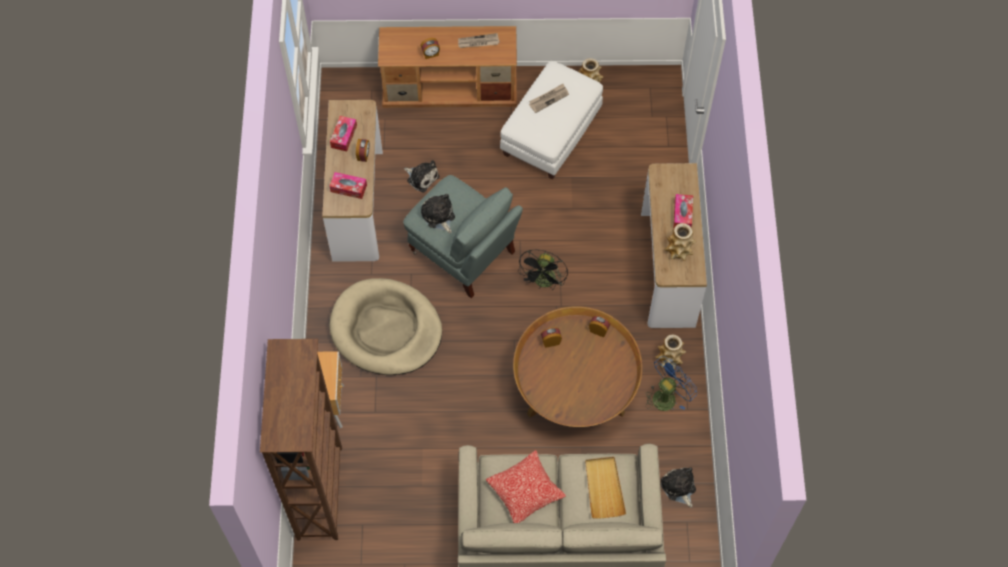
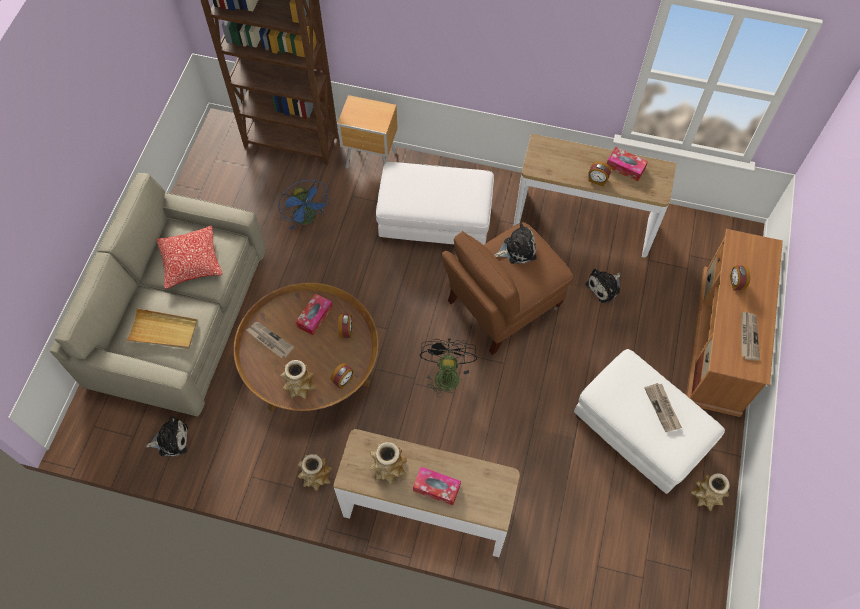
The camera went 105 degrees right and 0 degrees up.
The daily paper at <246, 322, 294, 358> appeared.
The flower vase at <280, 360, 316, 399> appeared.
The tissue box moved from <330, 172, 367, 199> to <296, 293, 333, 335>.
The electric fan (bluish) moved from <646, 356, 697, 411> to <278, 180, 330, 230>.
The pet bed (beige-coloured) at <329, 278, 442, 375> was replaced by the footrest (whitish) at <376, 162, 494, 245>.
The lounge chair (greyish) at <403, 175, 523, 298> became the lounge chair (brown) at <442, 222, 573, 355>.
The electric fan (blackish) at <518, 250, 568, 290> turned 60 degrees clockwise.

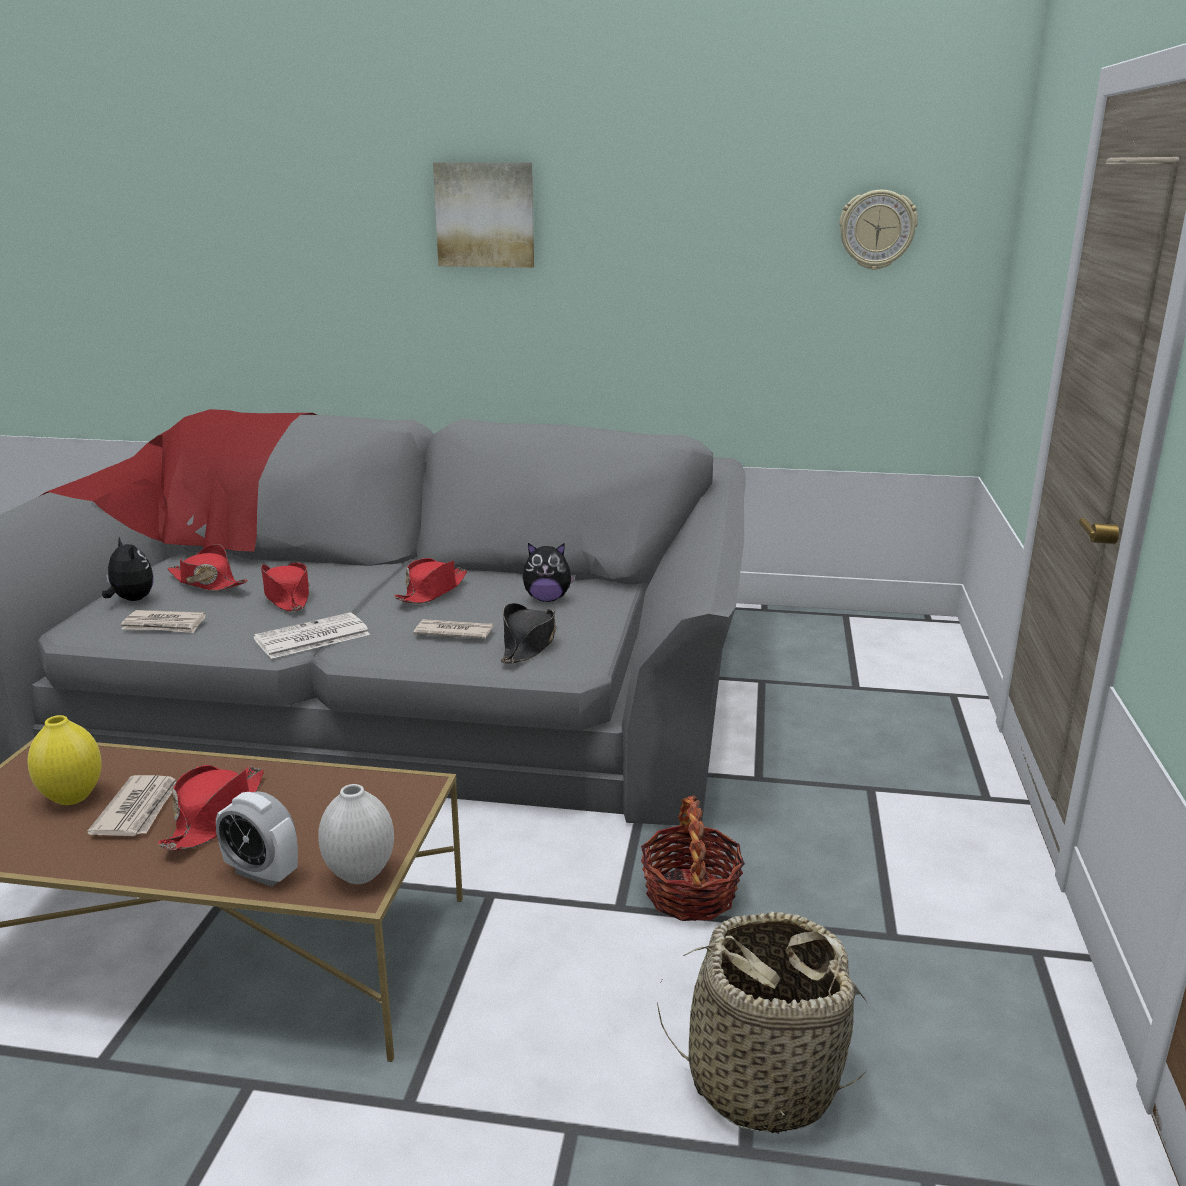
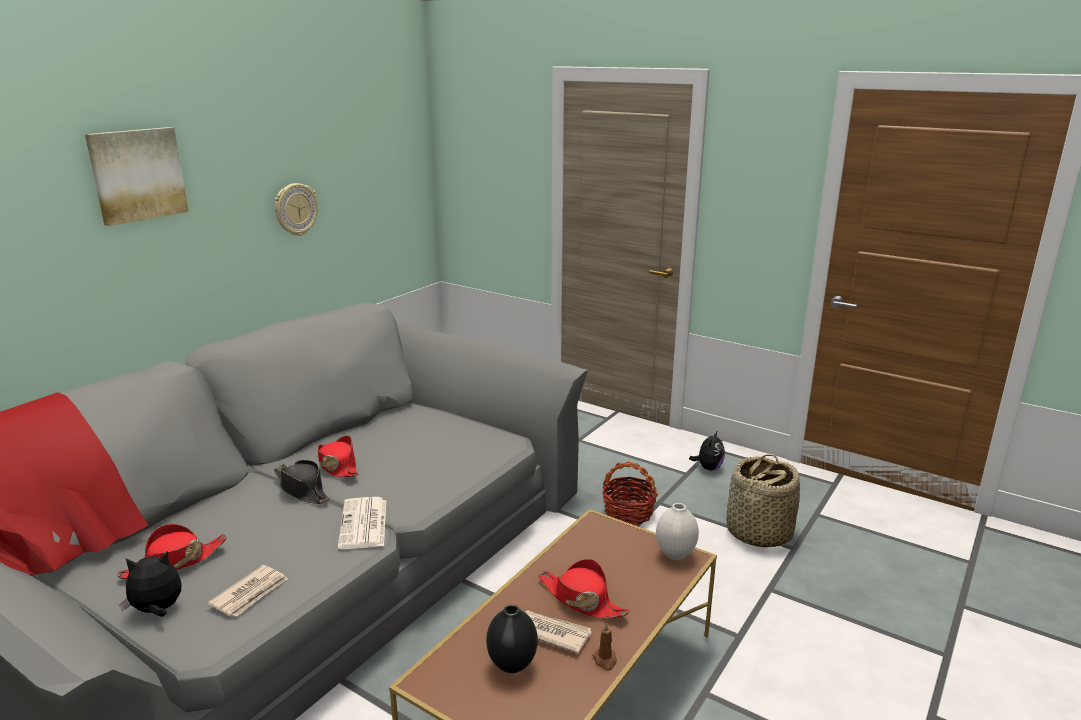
The camera went 65 degrees left and 0 degrees up.
The alarm clock at <216, 791, 298, 887> disappeared.
The wearable hat (reddish) at <261, 562, 309, 611> disappeared.
The daily paper at <413, 619, 494, 639> disappeared.
The candle (brown) at <592, 623, 617, 671> appeared.
The wearable hat (blackish) moved from <501, 603, 556, 664> to <274, 460, 330, 504>.
The soft toy moved from <523, 543, 576, 602> to <689, 430, 725, 471>.
The hanging clock moved from <839, 190, 918, 270> to <275, 183, 318, 236>.
The flower vase (yellowish) at <28, 715, 102, 805> became the flower vase (blackish) at <486, 605, 538, 673>.

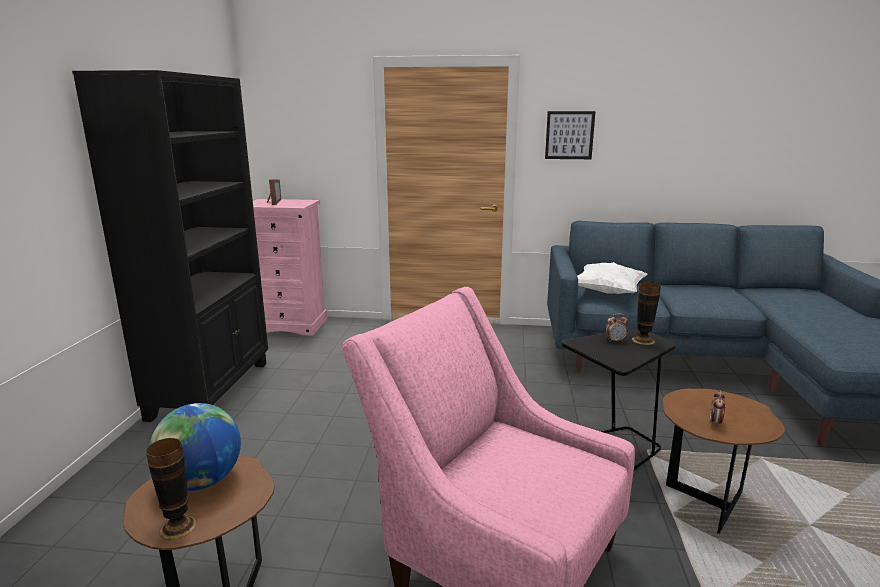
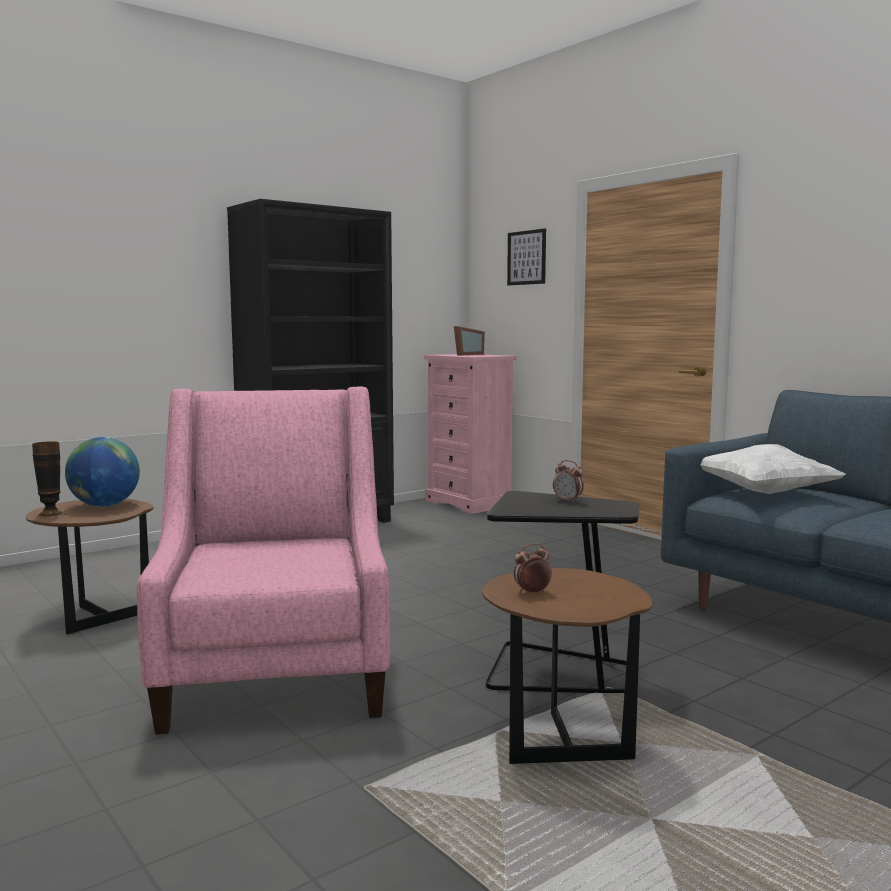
The camera went 45 degrees right and 10 degrees down.
The flower vase at <632, 282, 661, 345> disappeared.
The picture moved from <545, 111, 596, 159> to <507, 228, 546, 285>.

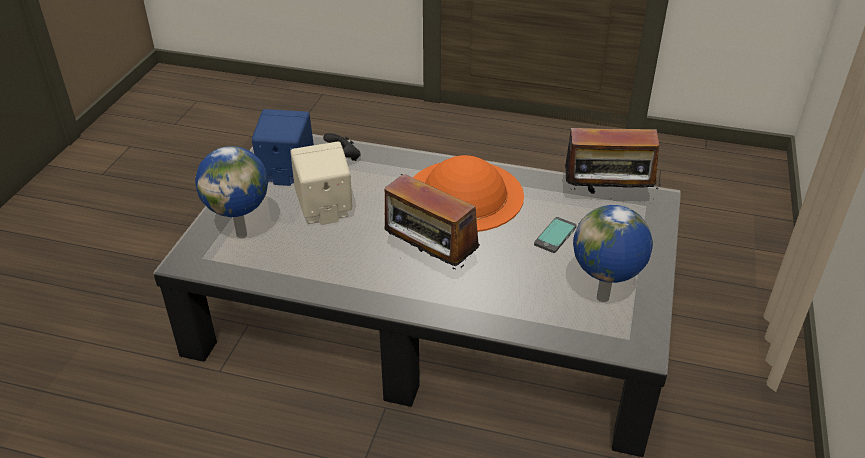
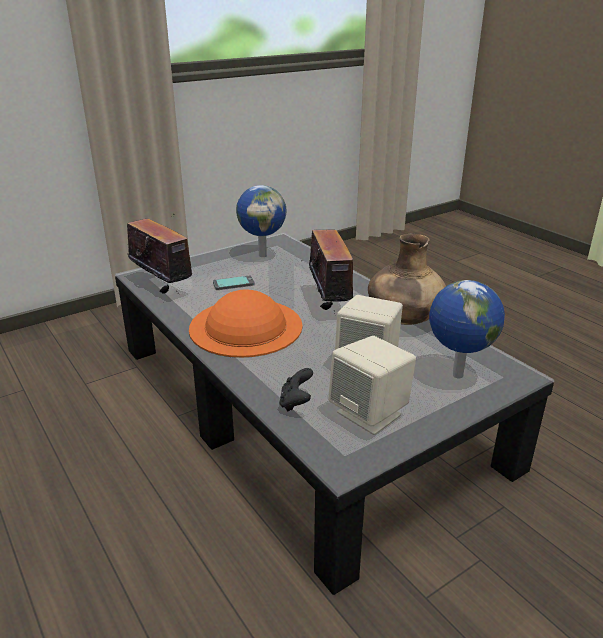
The camera went 140 degrees left and 10 degrees down.
The flower vase (brown) at <368, 234, 446, 325> appeared.
The loudspeaker (bluish) at <252, 109, 314, 186> became the loudspeaker (beige-coloured) at <328, 336, 416, 435>.

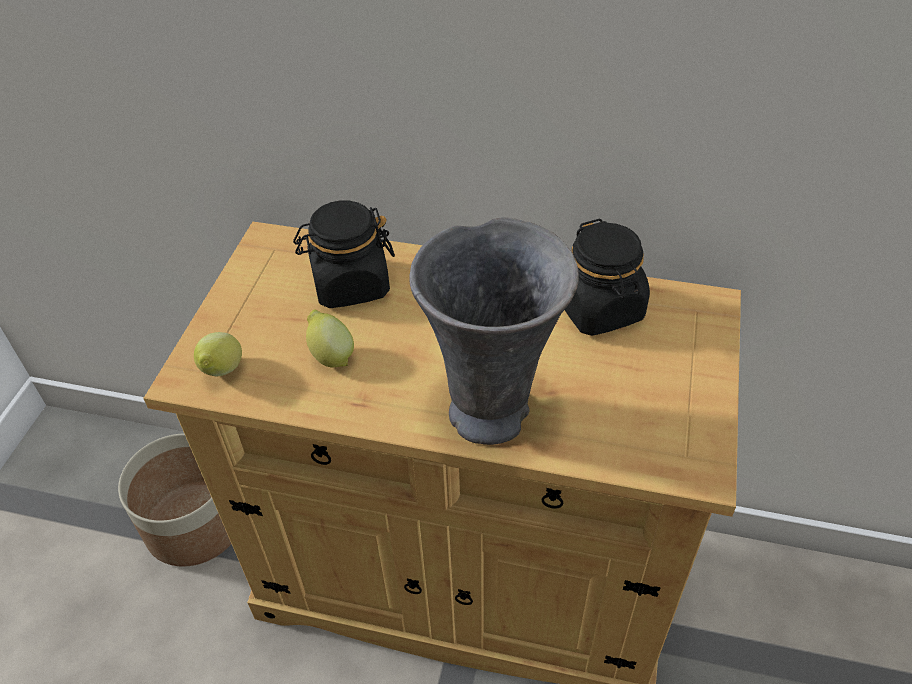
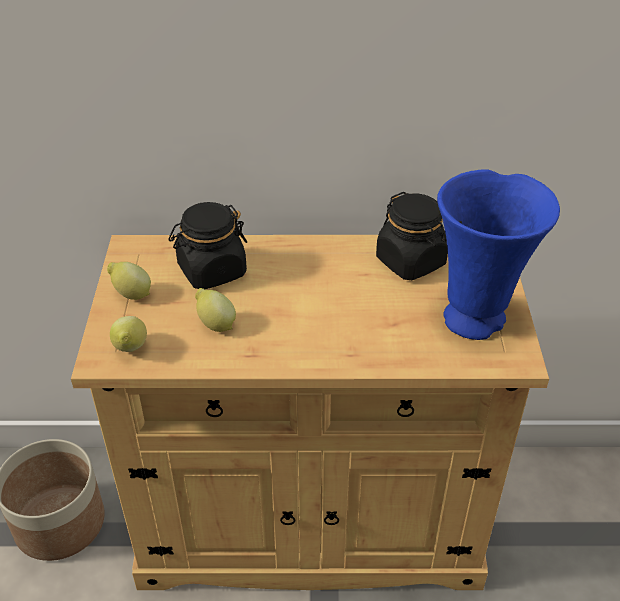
The camera went 15 degrees left and 5 degrees down.
The flower vase (greyish) at <409, 217, 579, 445> disappeared.
The citrus fruit at <107, 262, 151, 300> appeared.
The flower vase (bluish) at <437, 169, 560, 340> appeared.

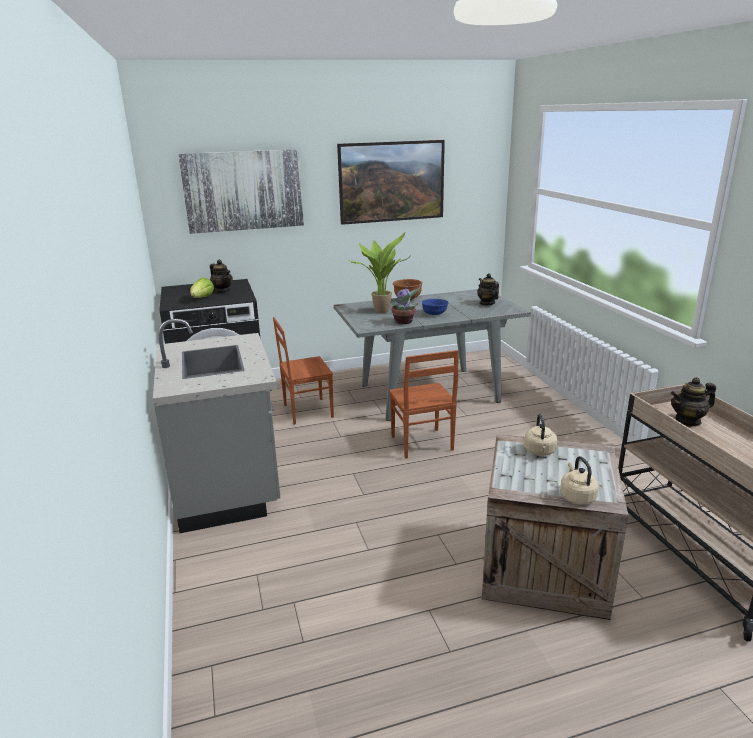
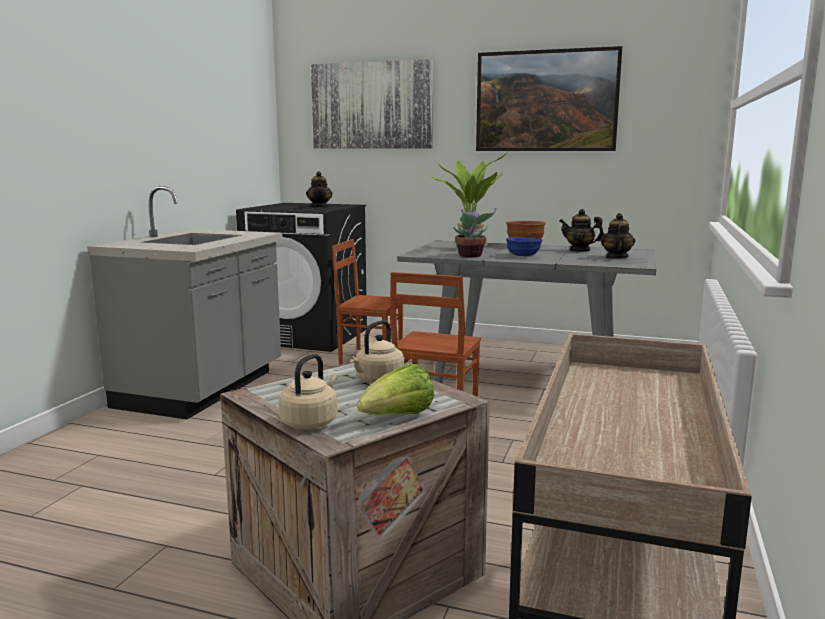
The camera went 35 degrees right and 10 degrees down.
The lettuce head moved from <190, 278, 214, 298> to <357, 364, 434, 415>.
The teapot moved from <670, 377, 716, 427> to <559, 209, 604, 252>.

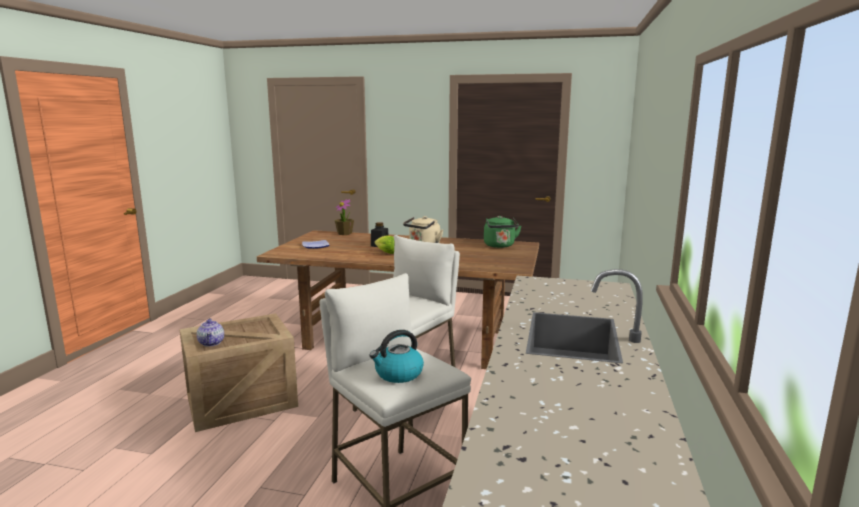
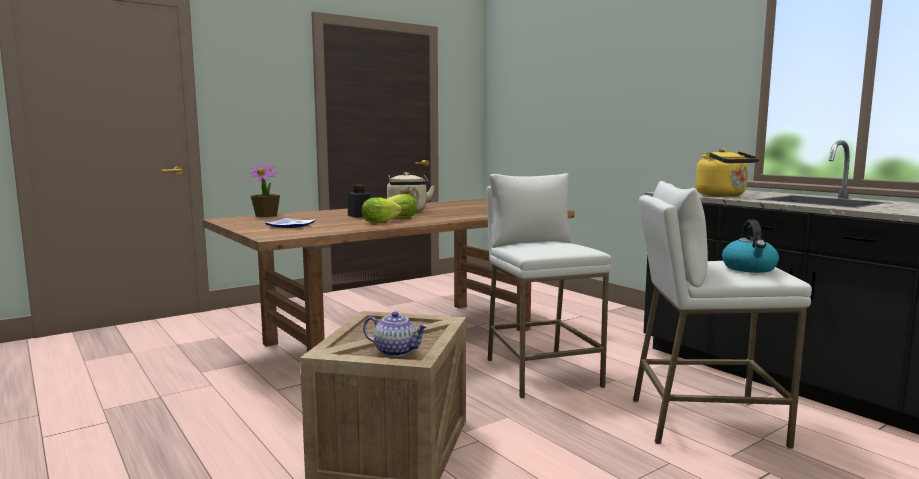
The camera went 50 degrees left and 5 degrees down.
The tea kettle (greenish) at <484, 216, 521, 248> disappeared.
The lettuce head at <362, 197, 402, 223> appeared.
The tea kettle (yellowish) at <695, 148, 759, 197> appeared.

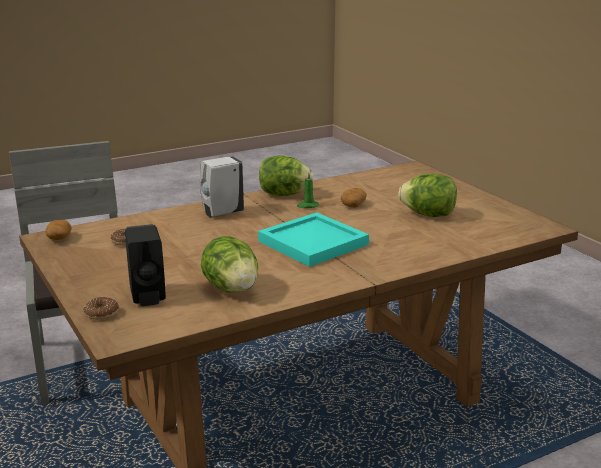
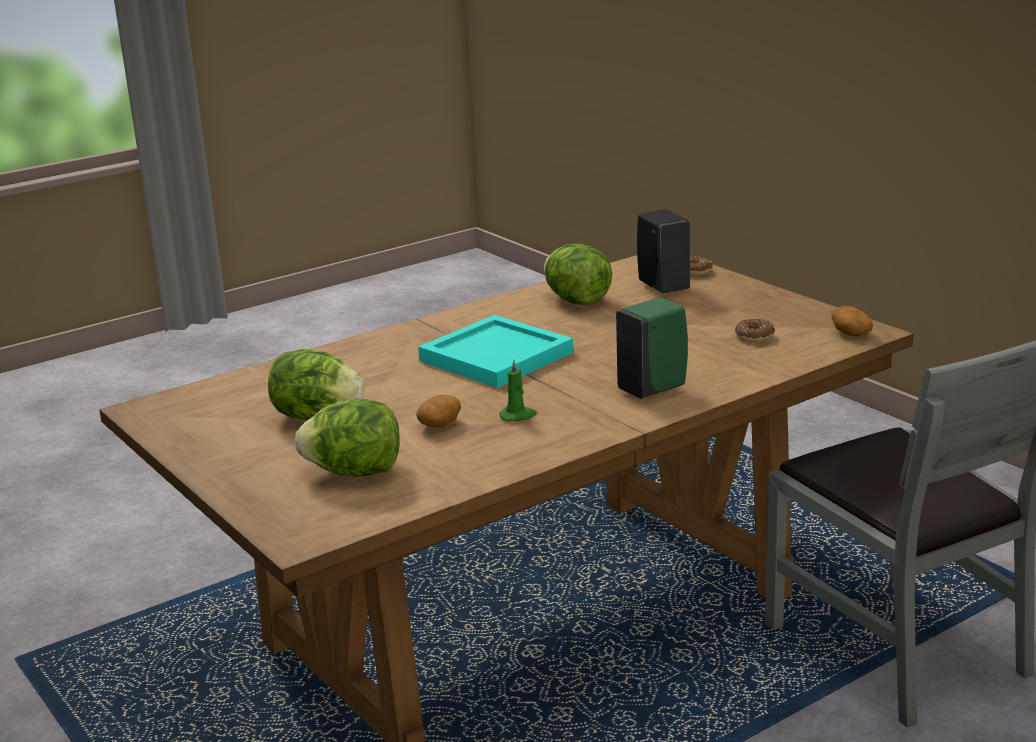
The camera went 175 degrees right and 0 degrees up.
The lettuce head moved from <259, 156, 314, 196> to <295, 399, 400, 477>.
The soap bottle (whitish) at <200, 156, 244, 218> became the soap bottle (greenish) at <616, 297, 688, 399>.

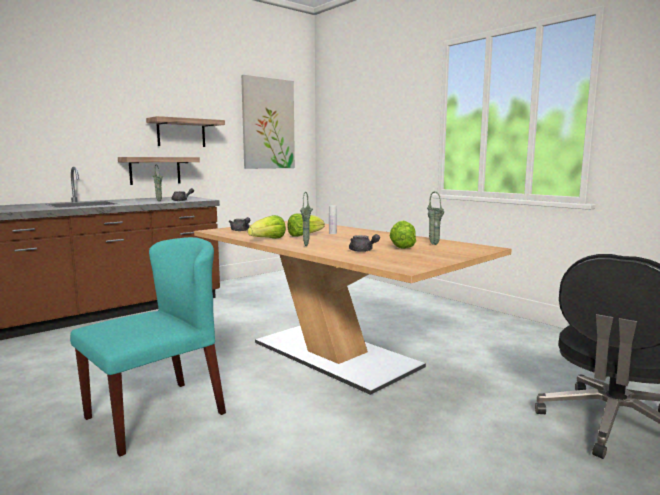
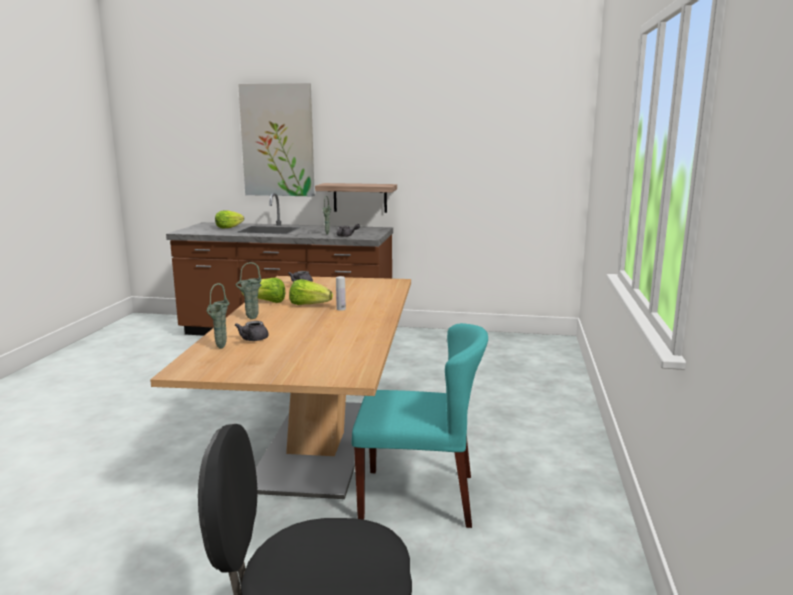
The camera went 50 degrees right and 5 degrees up.
The bracket shelf at <146, 116, 225, 147> disappeared.
The upright chair (blue-green) moved from <70, 237, 226, 456> to <352, 323, 488, 528>.
The picture moved from <241, 75, 295, 169> to <238, 83, 315, 196>.
The lettuce head moved from <389, 220, 416, 249> to <215, 211, 244, 229>.
The flower vase (greenish) moved from <427, 191, 444, 245> to <207, 283, 229, 349>.

